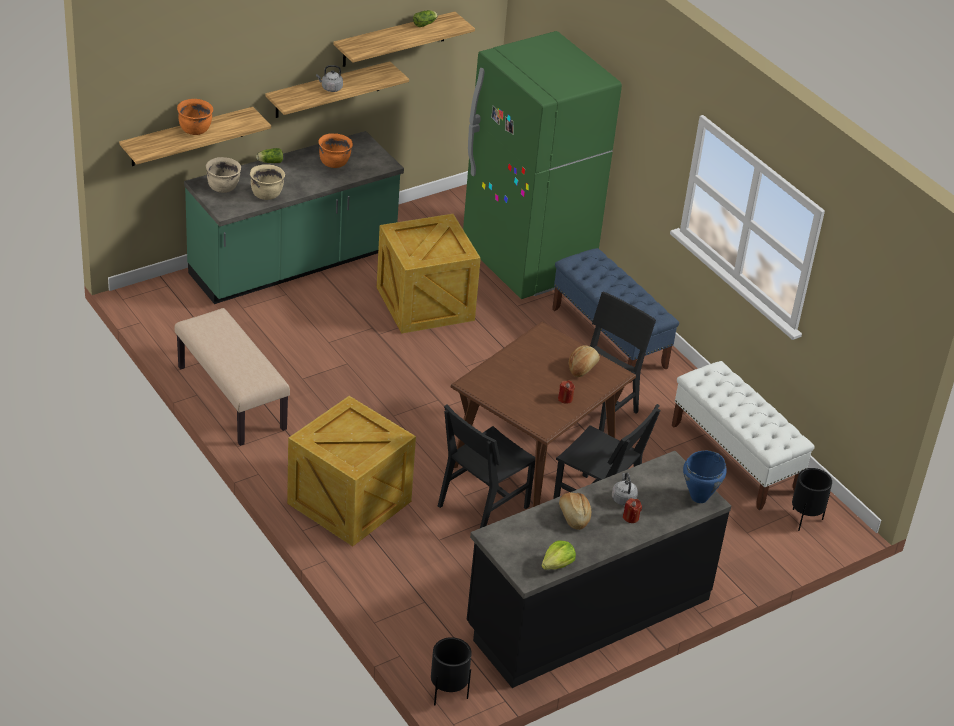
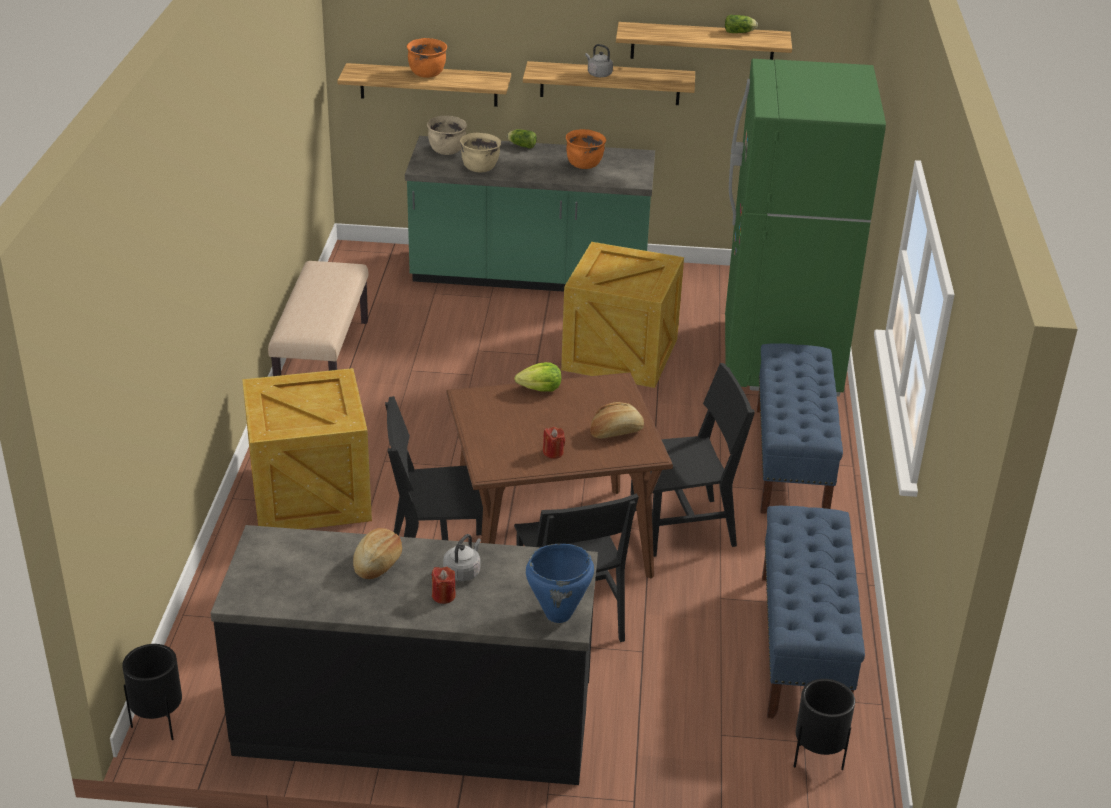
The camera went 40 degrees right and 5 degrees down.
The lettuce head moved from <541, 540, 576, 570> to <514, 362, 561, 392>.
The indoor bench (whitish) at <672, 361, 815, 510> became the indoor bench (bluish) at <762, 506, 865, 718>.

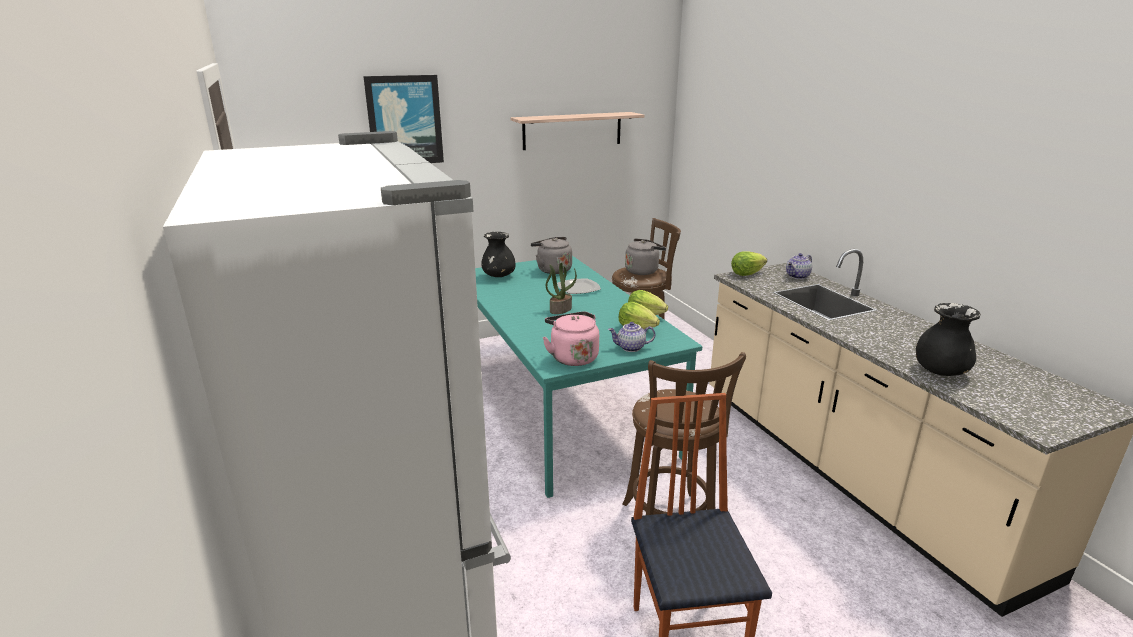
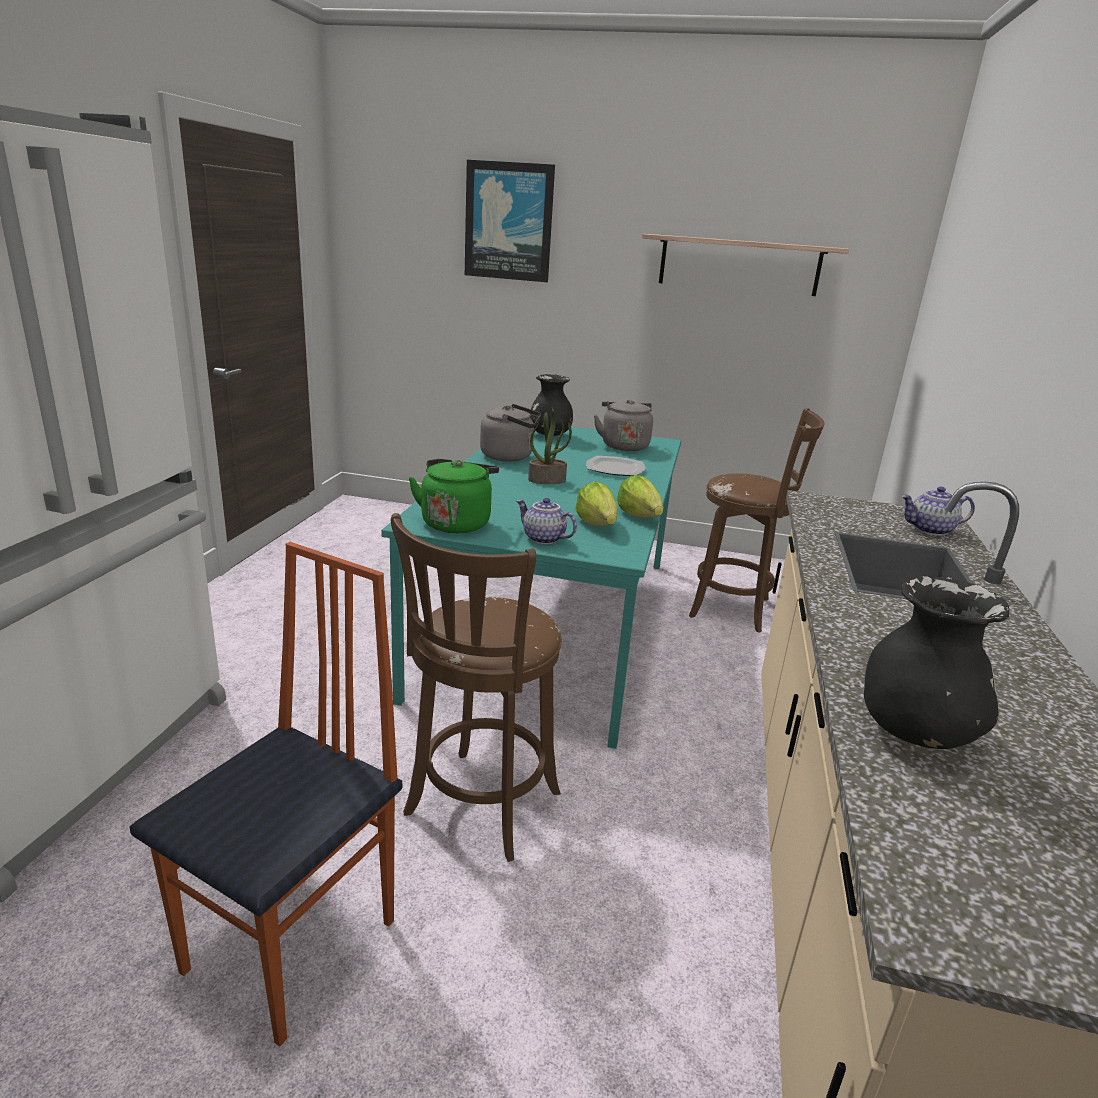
The camera went 35 degrees right and 0 degrees up.
The lettuce head at <731, 251, 767, 276> disappeared.
The tea kettle (greyish) moved from <625, 238, 666, 275> to <480, 404, 541, 461>.
The tea kettle (pink-coloured) at <543, 311, 599, 366> became the tea kettle (greenish) at <409, 459, 499, 534>.

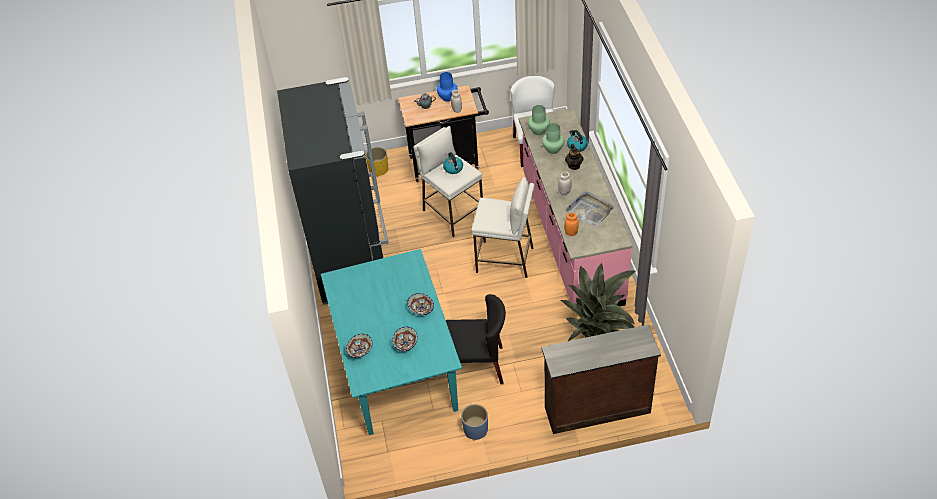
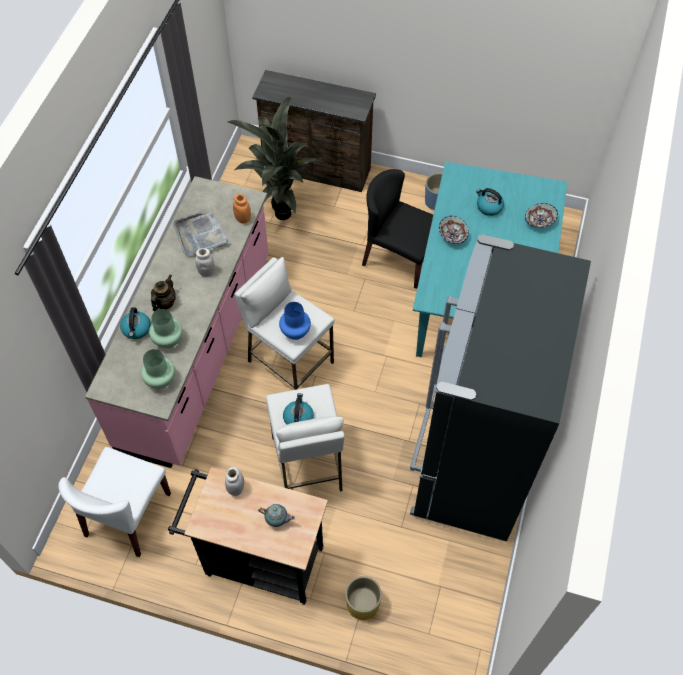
The camera went 155 degrees left and 10 degrees up.
The flower vase (bluish) moved from <437, 72, 458, 102> to <279, 302, 311, 340>.
The serving bowl at <392, 327, 418, 352> was replaced by the tea kettle at <476, 188, 504, 216>.

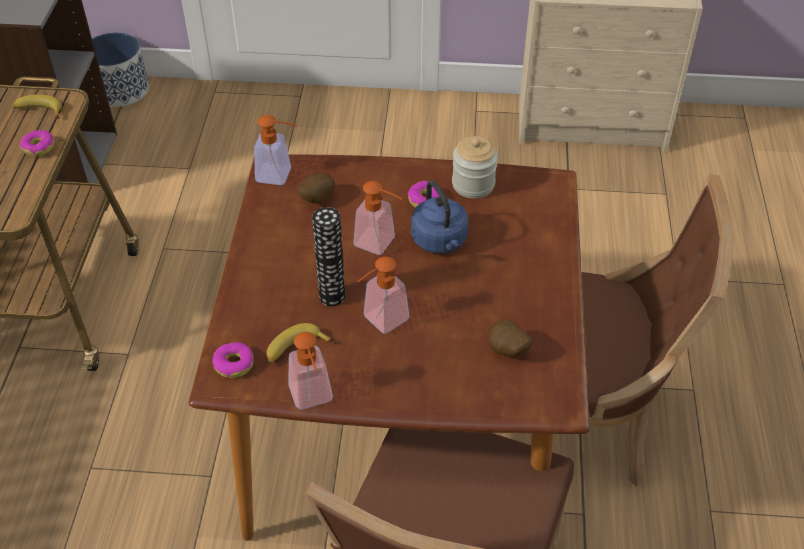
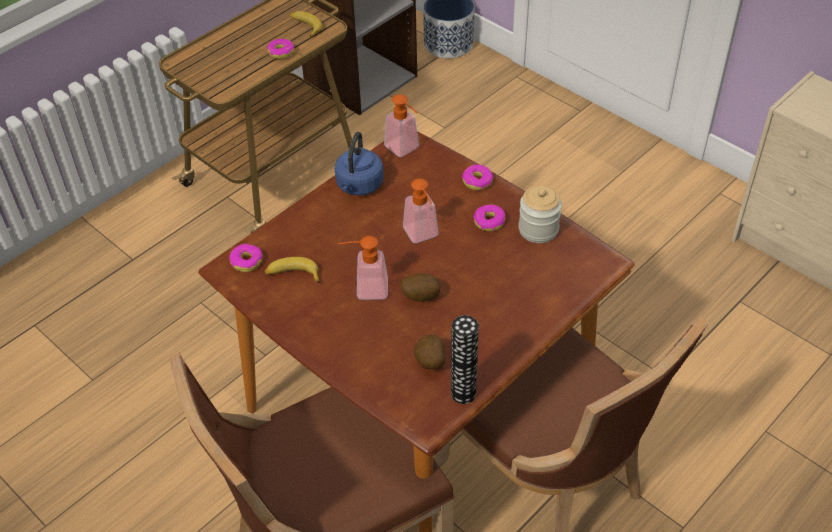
The camera went 40 degrees right and 0 degrees up.
The soap bottle at <289, 332, 333, 410> disappeared.
The doughnut at <462, 164, 493, 190> appeared.
The spud moved from <297, 173, 335, 203> to <401, 273, 440, 302>.
The flower vase moved from <312, 207, 345, 306> to <451, 315, 479, 404>.
The tea kettle (bluish) moved from <411, 180, 468, 253> to <335, 132, 384, 196>.

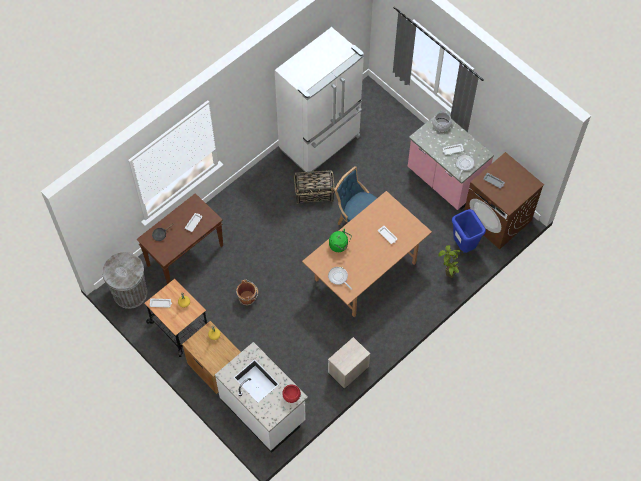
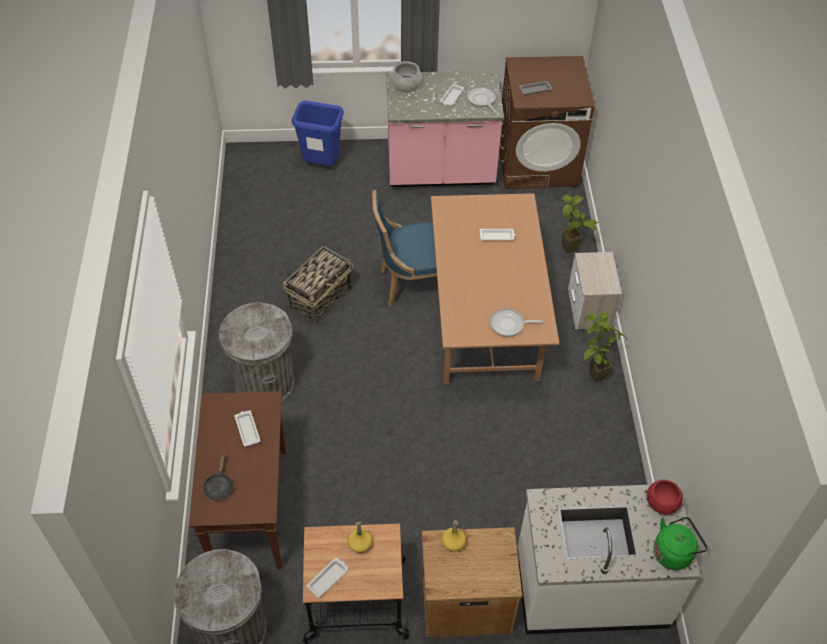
The camera went 50 degrees left and 10 degrees down.
The pail (brown) at <236, 280, 258, 305> disappeared.
The kitchen fridge (whitish) at <275, 27, 364, 172> disappeared.
The trash can (greyish) at <219, 302, 294, 403> appeared.
The houseplant at <584, 312, 627, 382> appeared.
The night table moved from <328, 337, 370, 389> to <568, 252, 622, 330>.
The tea kettle (greenish) moved from <329, 229, 352, 252> to <654, 517, 708, 570>.
The trash can (bluish) moved from <452, 209, 486, 253> to <292, 100, 344, 165>.

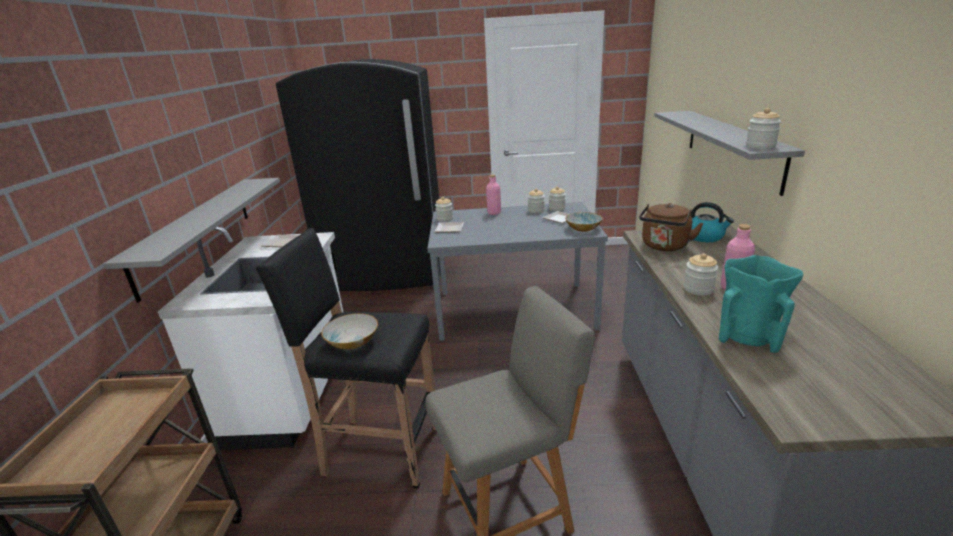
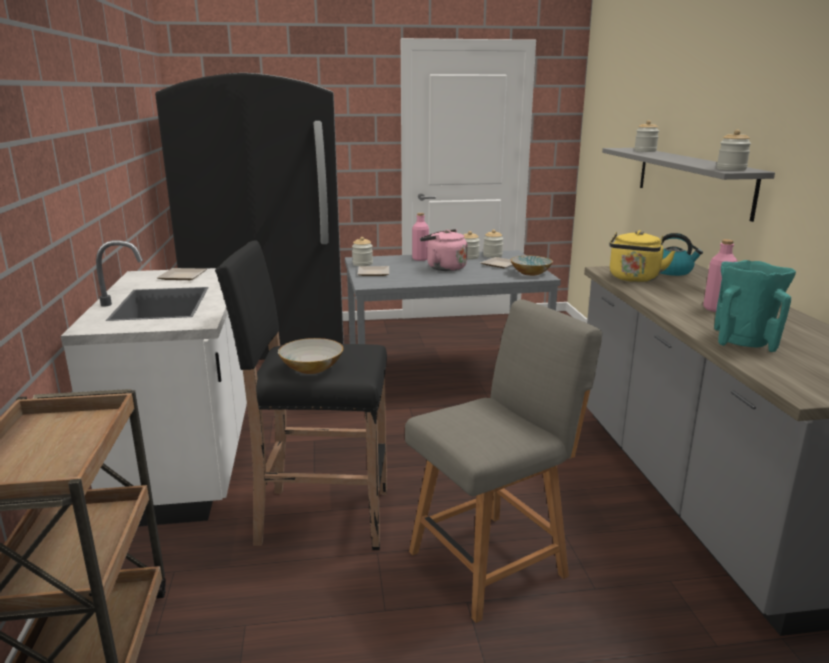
The camera went 10 degrees left and 5 degrees down.
The bracket shelf (greyish) at <104, 178, 280, 303> disappeared.
The tea kettle (pink-coloured) at <420, 229, 467, 271> appeared.
The storage jar moved from <684, 253, 718, 295> to <634, 120, 659, 152>.
The tea kettle (brown) at <639, 203, 704, 251> became the tea kettle (yellowish) at <609, 230, 676, 282>.

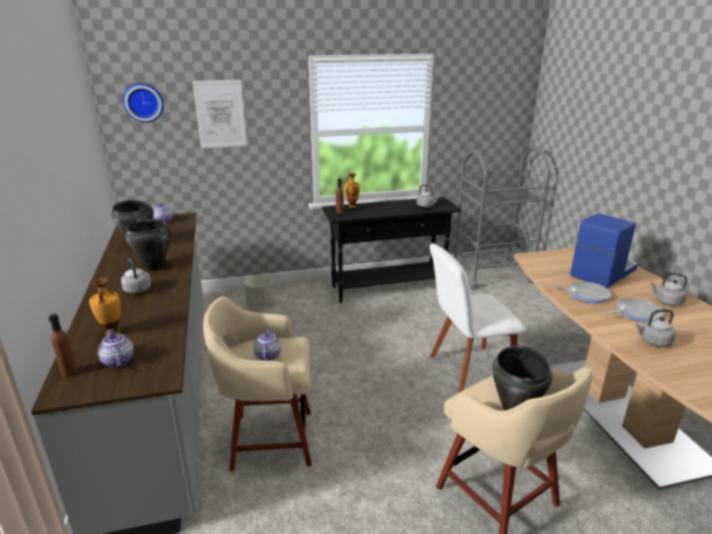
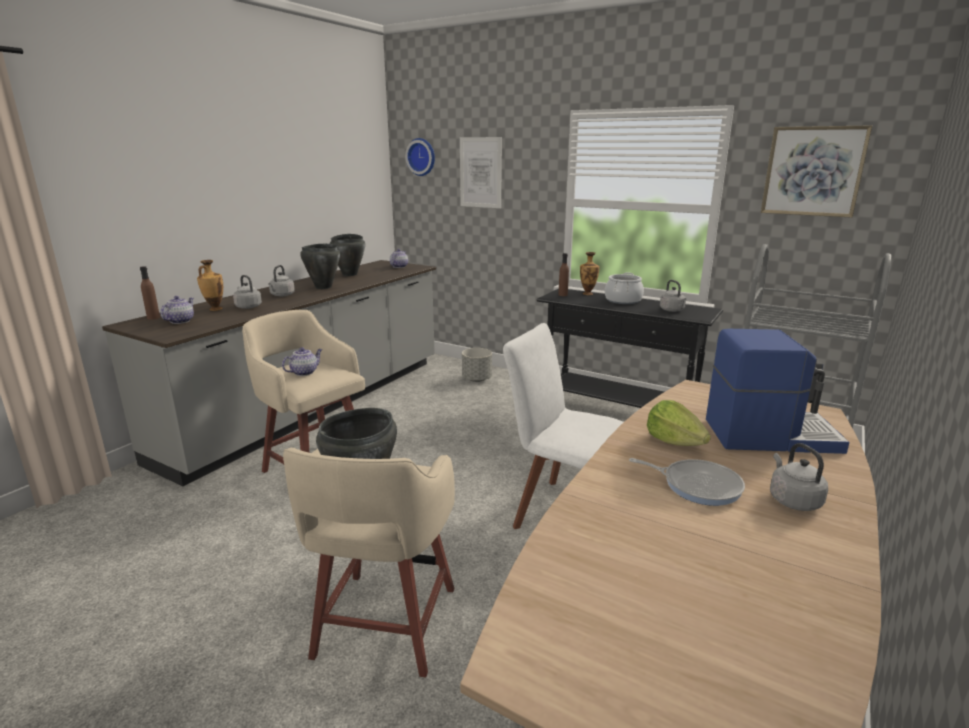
The camera went 45 degrees right and 5 degrees down.
The cooking pot at <605, 273, 644, 304> appeared.
The picture at <761, 125, 872, 218> appeared.
The tea kettle (greyish) moved from <635, 309, 676, 347> to <233, 275, 262, 309>.
The skillet at <548, 281, 611, 304> was replaced by the lettuce head at <647, 400, 711, 446>.

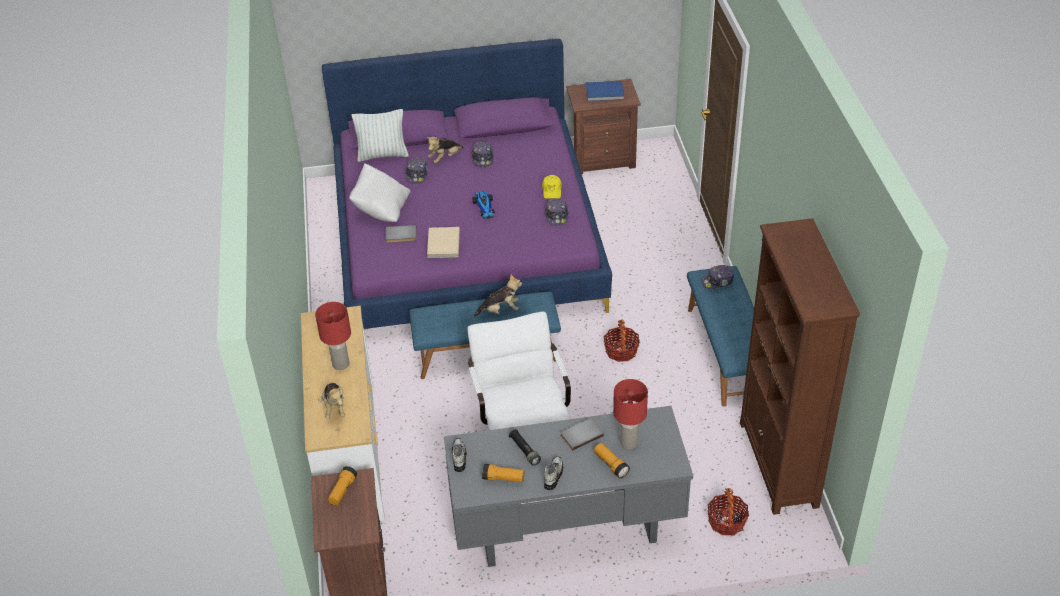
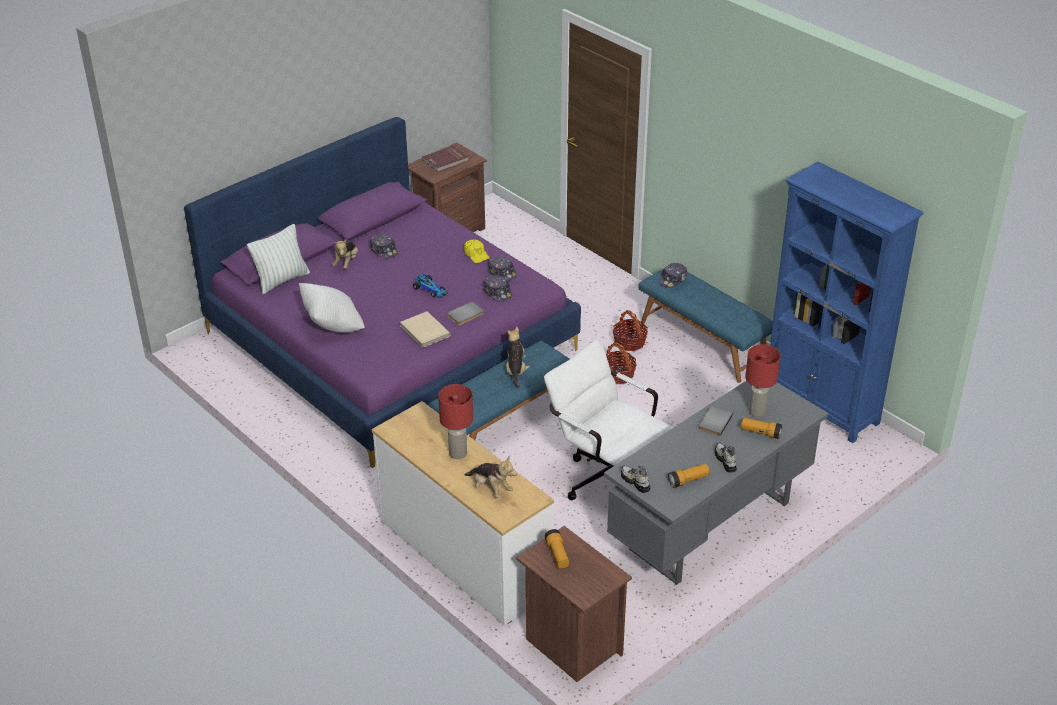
The camera went 35 degrees left and 5 degrees down.
The flashlight (blackish) at <509, 429, 541, 466> disappeared.
The volume (greyish) moved from <385, 225, 416, 243> to <446, 301, 484, 325>.
The peaked cap moved from <405, 158, 428, 184> to <483, 275, 512, 302>.
The basket moved from <707, 488, 749, 536> to <613, 310, 648, 351>.
The volume (bluish) at <586, 81, 624, 101> became the volume (reddish) at <422, 146, 469, 172>.
The bookshelf (brown) at <740, 218, 860, 515> became the bookshelf (bluish) at <770, 162, 923, 443>.
The soft toy at <474, 275, 522, 317> turned 45 degrees counterclockwise.

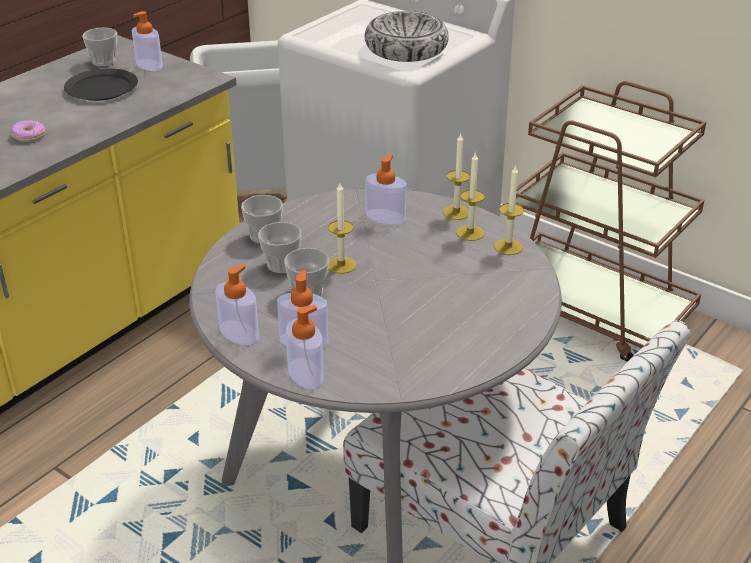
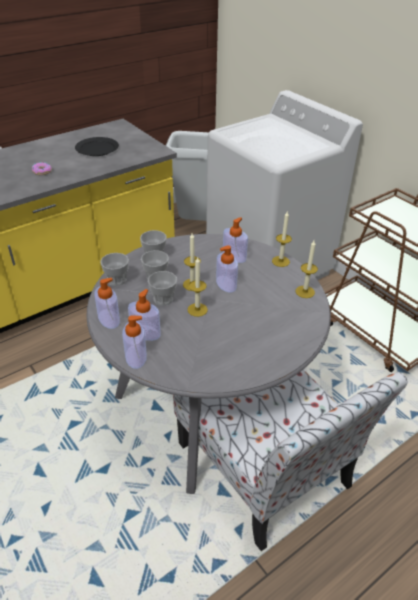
The camera went 15 degrees right and 5 degrees up.
The serving bowl at <365, 11, 449, 62> disappeared.
The small cup moved from <82, 28, 117, 67> to <100, 253, 129, 286>.
The soap bottle moved from <132, 11, 163, 71> to <216, 245, 238, 293>.
The candle moved from <456, 152, 485, 241> to <188, 257, 208, 317>.

